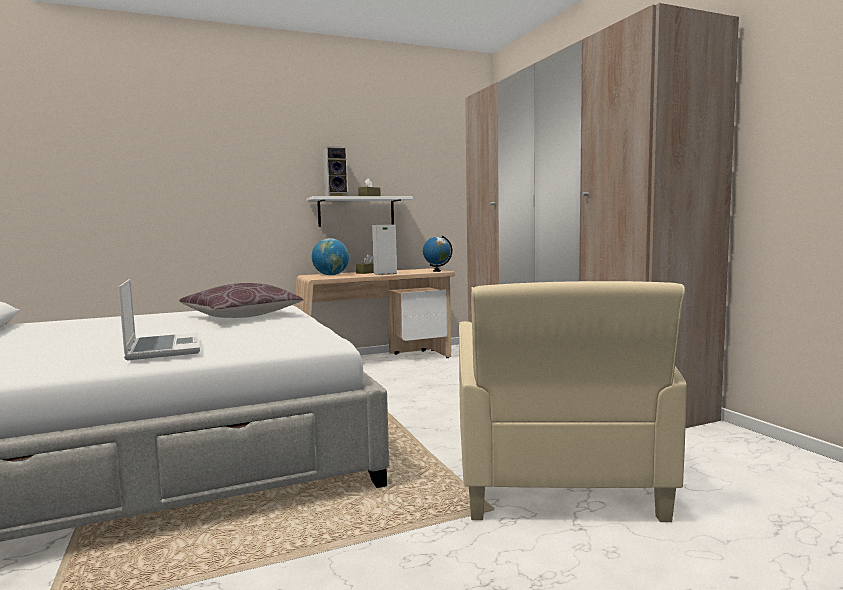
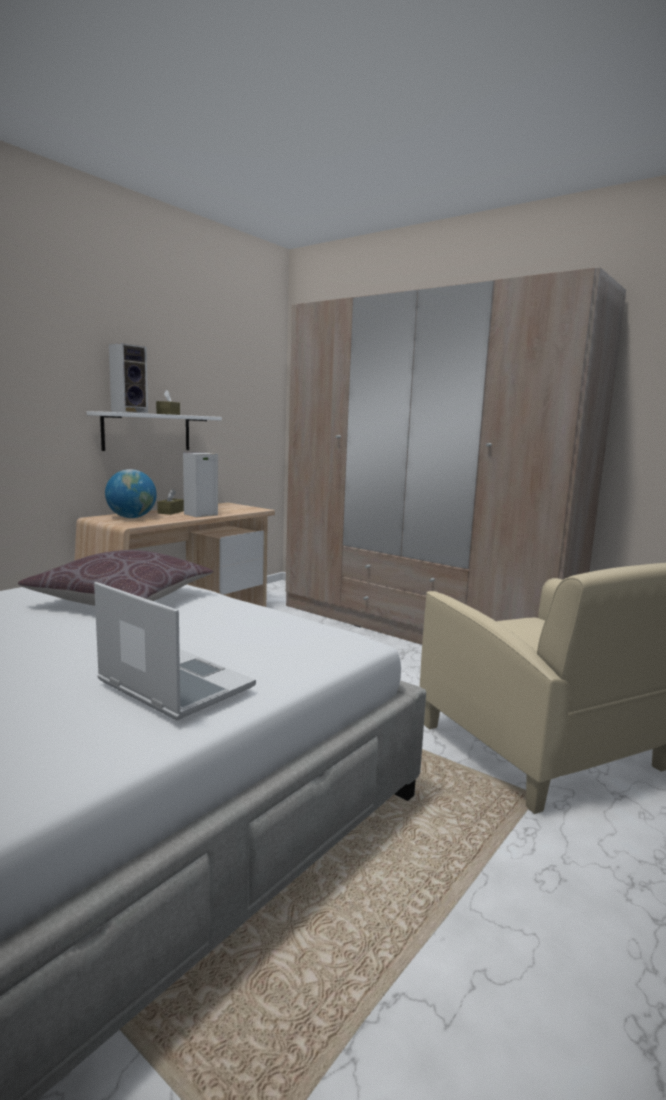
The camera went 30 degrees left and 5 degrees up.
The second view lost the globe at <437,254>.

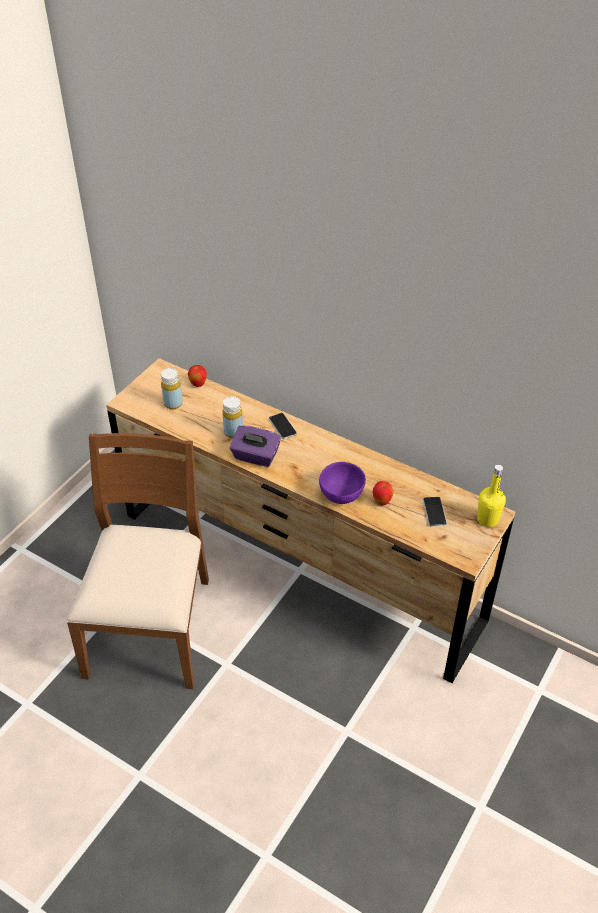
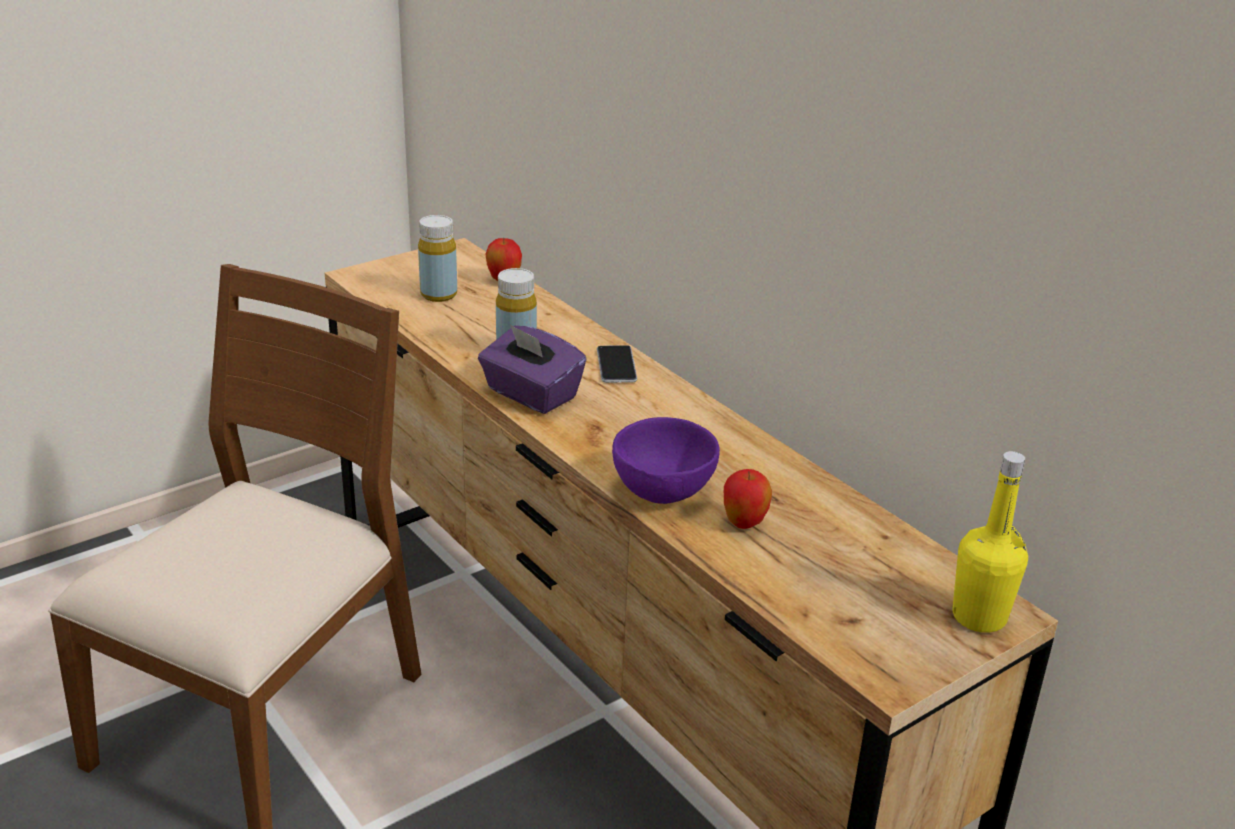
The camera went 20 degrees right and 15 degrees down.
The second view lost the phone at <435,511>.

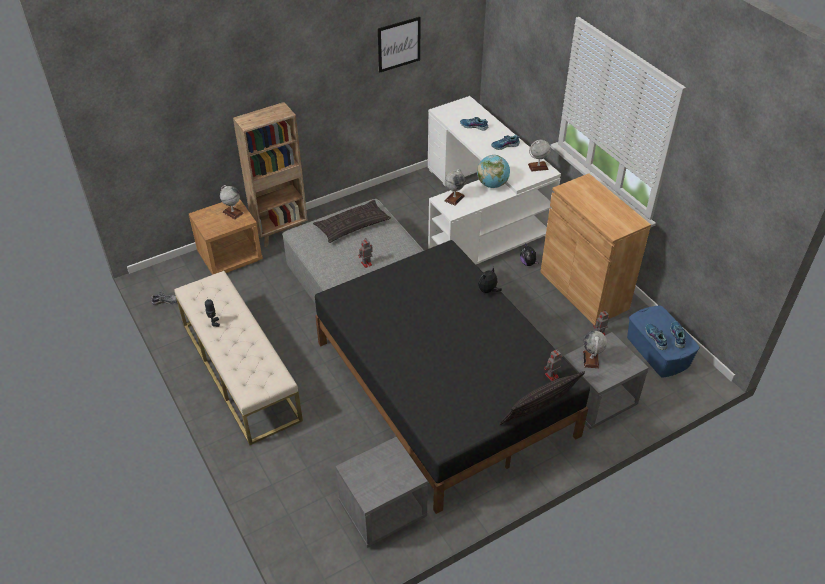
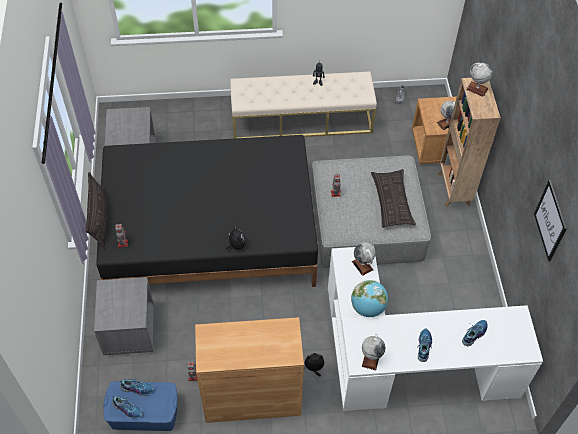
The camera went 115 degrees right and 10 degrees up.
The globe ended up elsewhere, having gone from <595,349> to <479,80>.

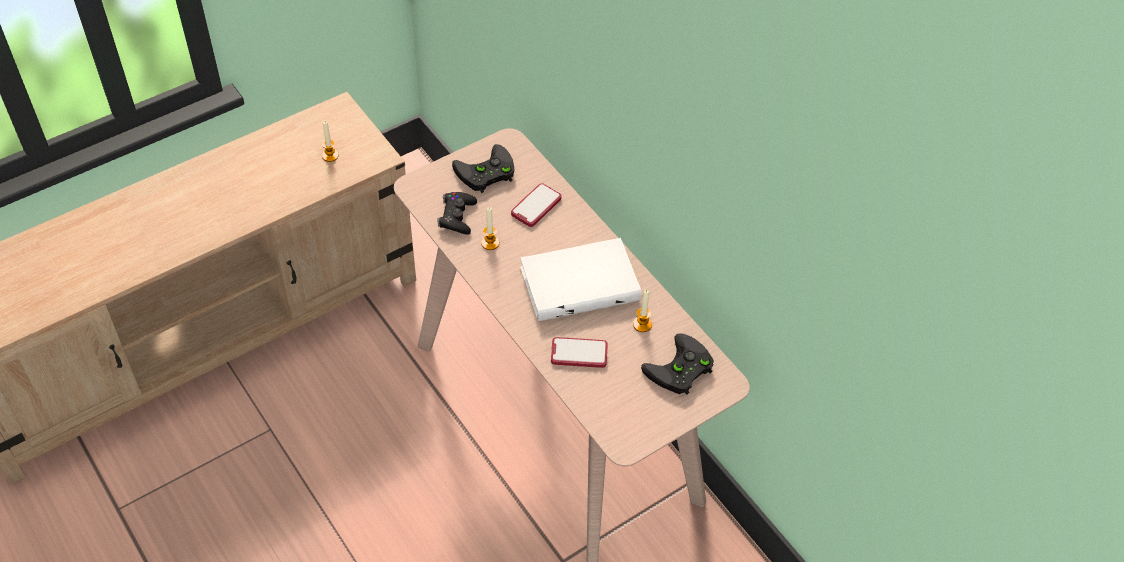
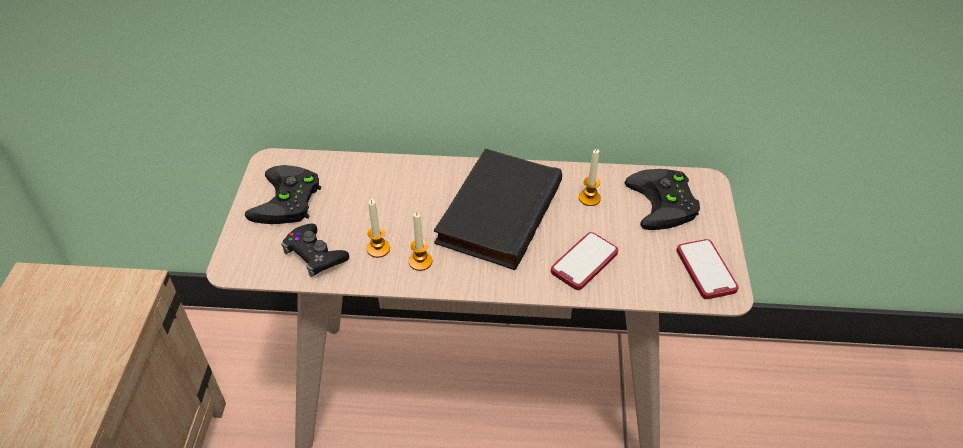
The camera went 50 degrees left and 5 degrees down.
The candle ended up elsewhere, having gone from <330,141> to <420,242>.
The phone ended up elsewhere, having gone from <536,205> to <708,269>.
What was the white_book at <580,279> turned into the black_book at <498,209>.

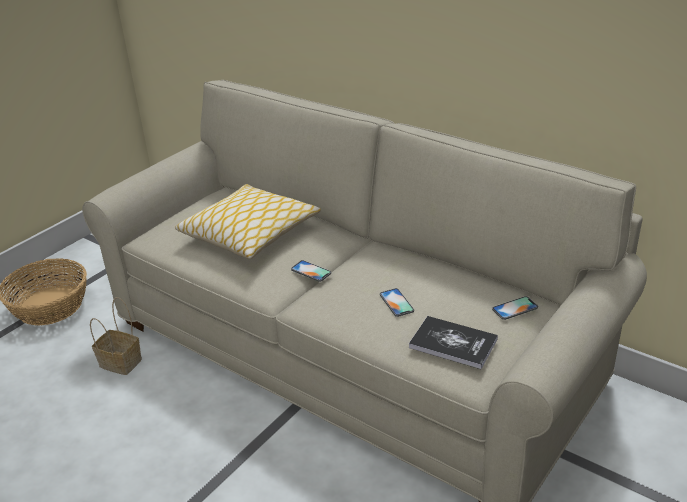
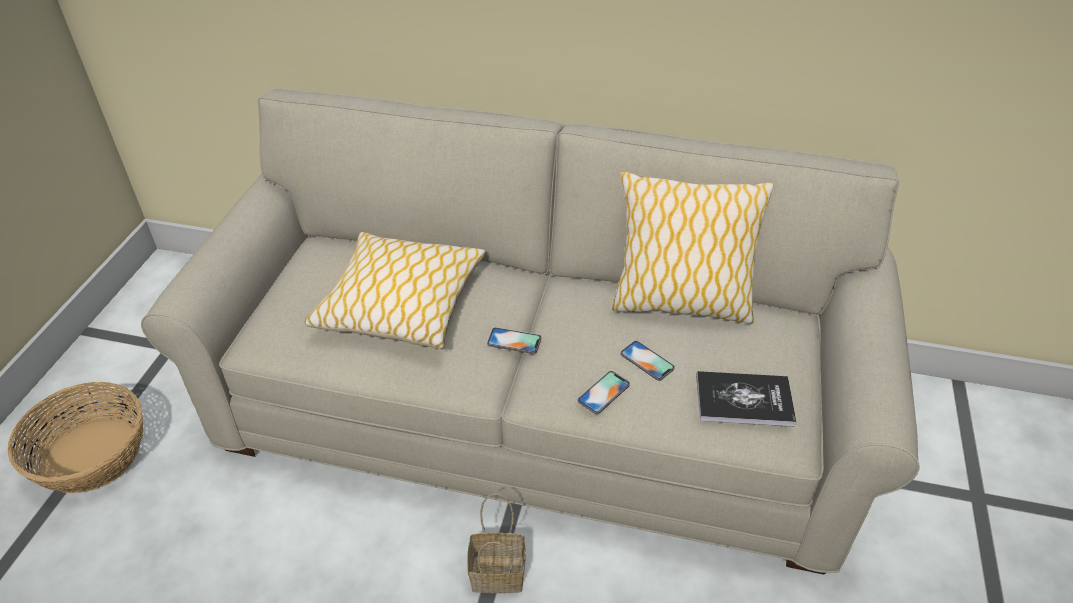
The camera went 25 degrees left and 10 degrees up.
The second view gained the pillow at <693,248>.
The basket ended up elsewhere, having gone from <116,336> to <496,543>.
The phone ended up elsewhere, having gone from <515,308> to <604,392>.

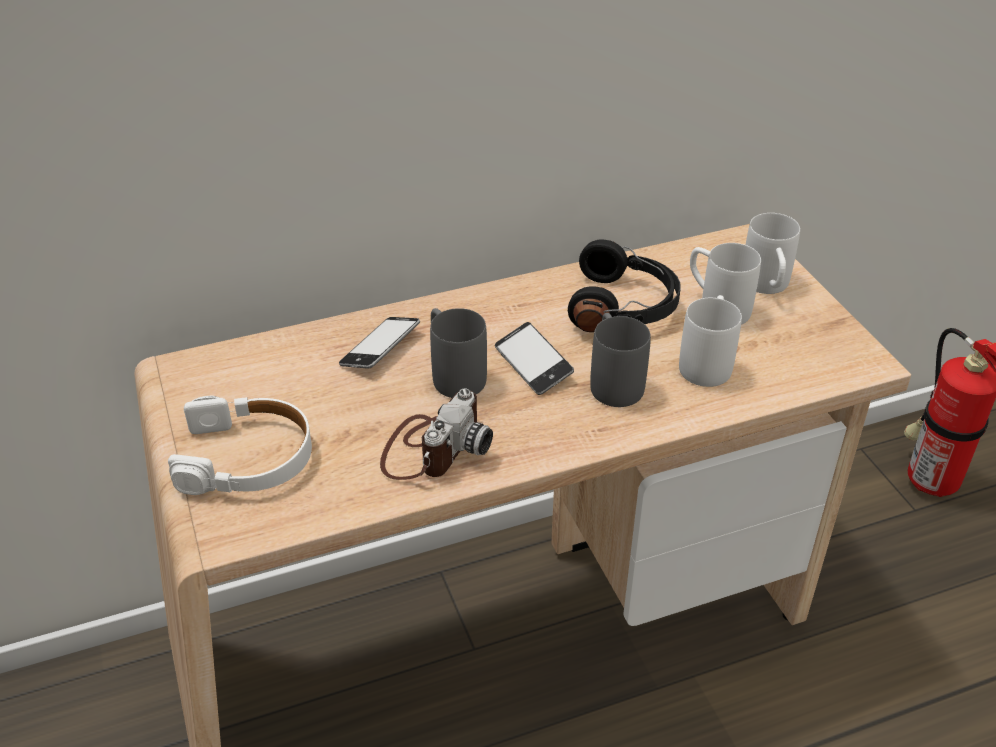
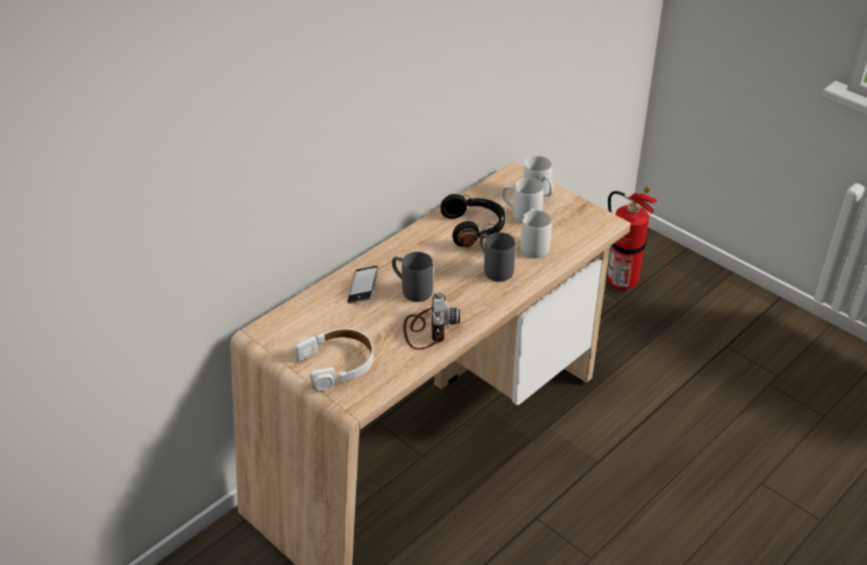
The camera went 25 degrees left and 0 degrees up.
The second view lost the phone at <534,358>.

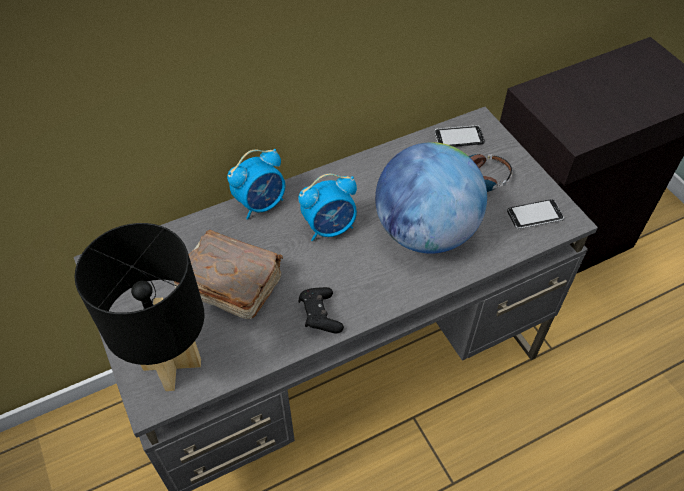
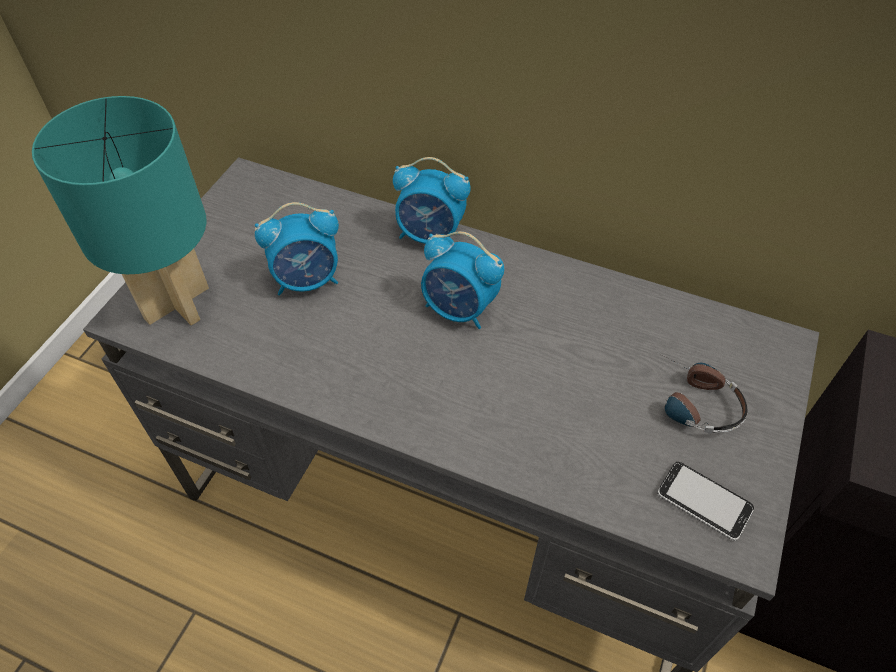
The camera went 50 degrees right and 0 degrees up.
The second view lost the black_game_controller at <321,310>.
The second view lost the globe at <431,198>.
The second view lost the phone at <459,136>.
Where the brown_book stood at <228,274>, the alarm_clock came to stand at <297,248>.
What was the black_table_lamp at <140,307> turned into the turquoise_table_lamp at <120,211>.

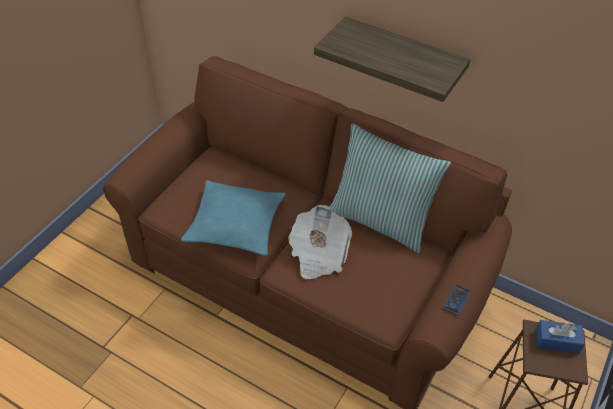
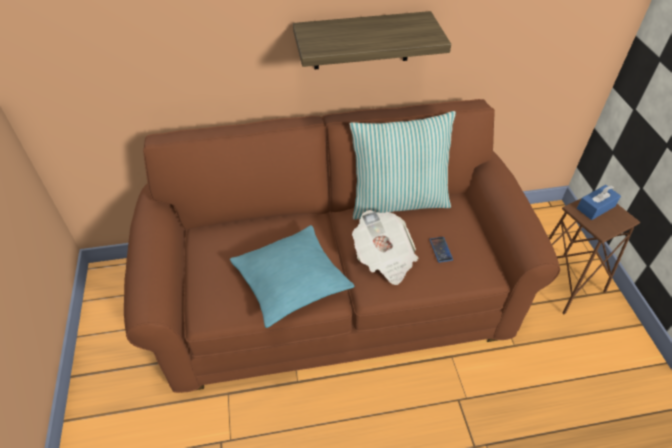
The camera went 40 degrees left and 0 degrees up.
The phone ended up elsewhere, having gone from <457,299> to <441,250>.

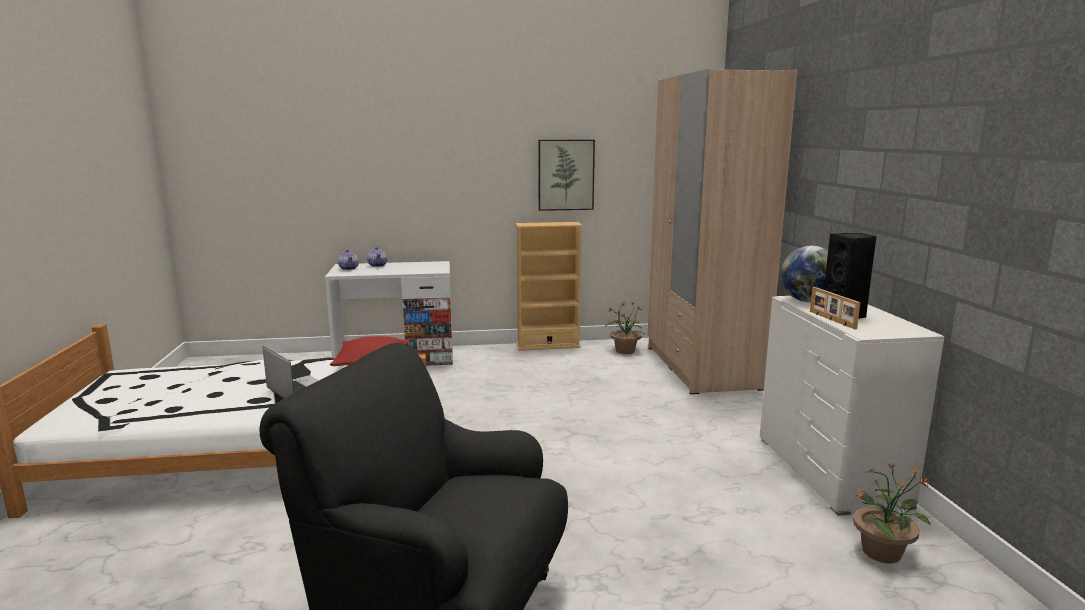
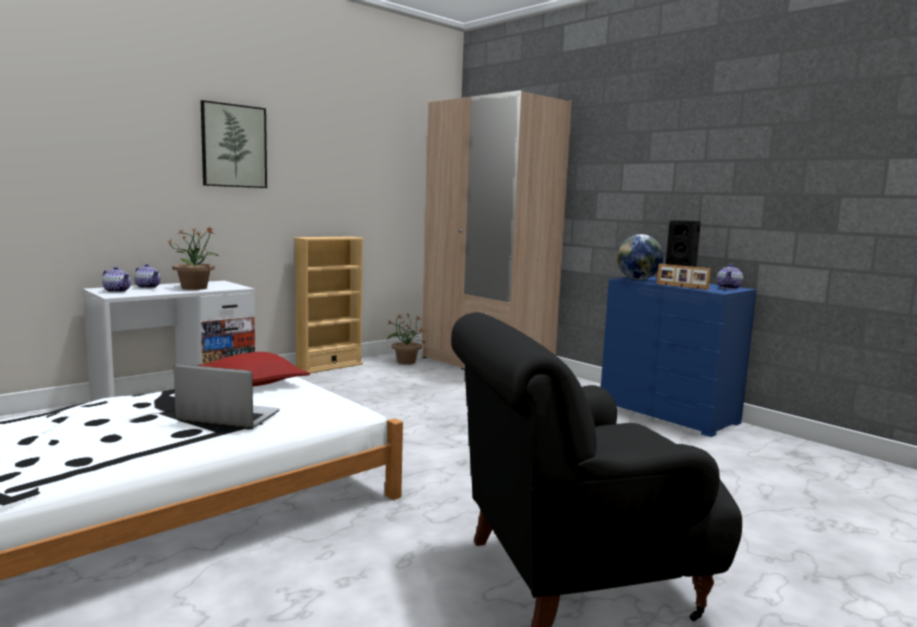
The camera went 35 degrees left and 5 degrees down.
The second view gained the teapot at <730,276>.
The picture ended up elsewhere, having gone from <566,175> to <234,144>.
The potted_plant ended up elsewhere, having gone from <892,513> to <191,258>.
What was the white_dresser at <852,406> turned into the blue_dresser at <679,357>.

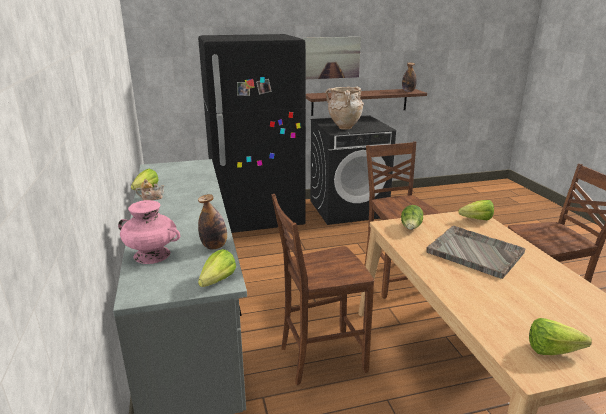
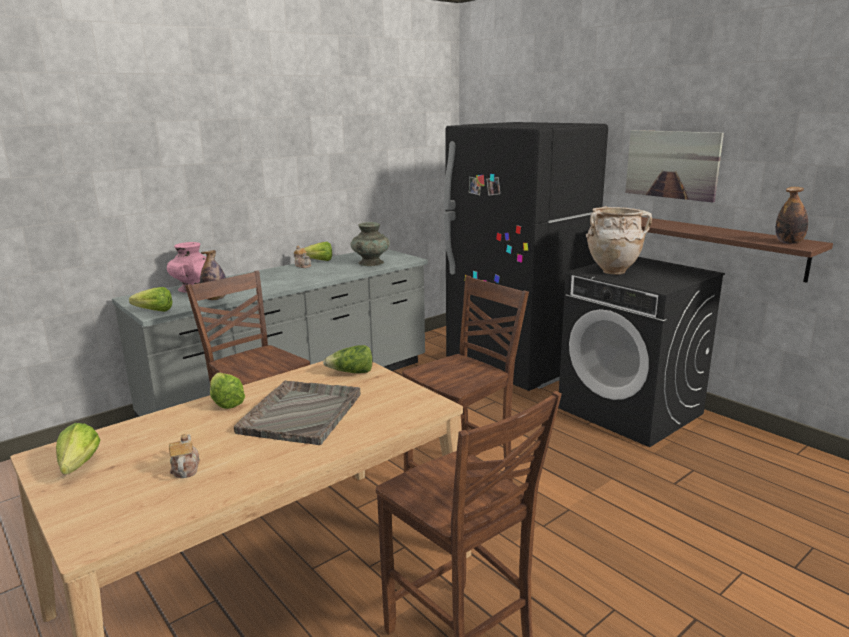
The camera went 65 degrees right and 5 degrees down.
The second view gained the teapot at <184,456>.
The second view gained the turquoise_vase at <370,244>.
The lettuce ended up elsewhere, having gone from <476,210> to <227,391>.

